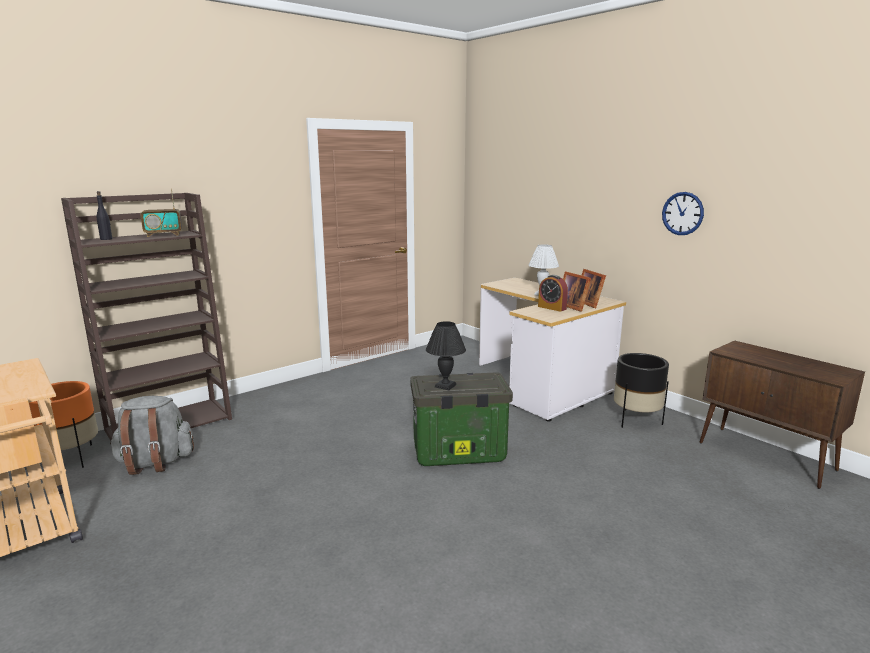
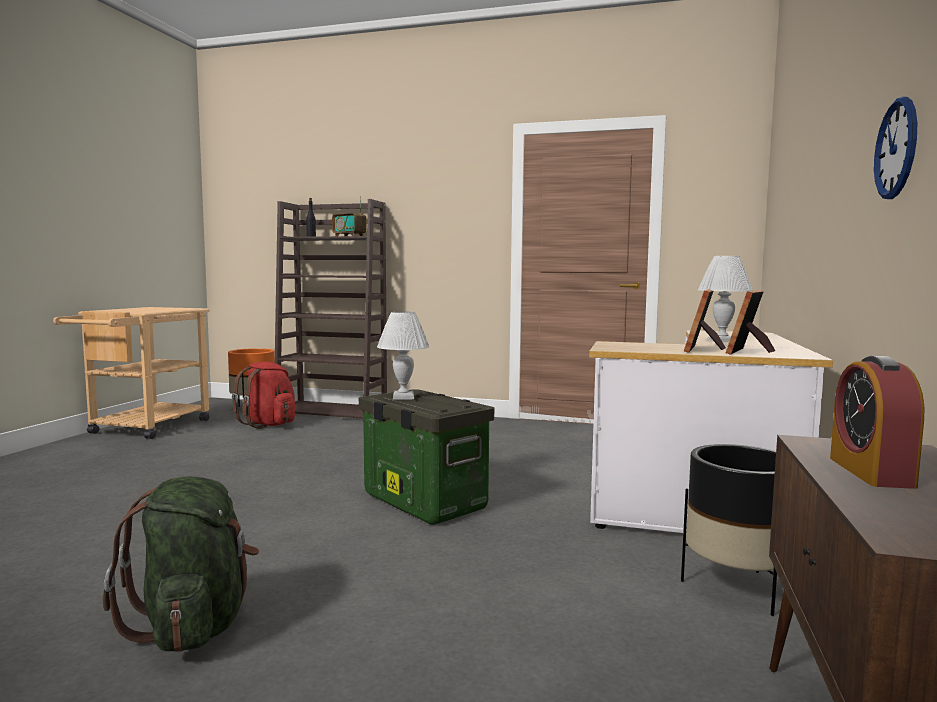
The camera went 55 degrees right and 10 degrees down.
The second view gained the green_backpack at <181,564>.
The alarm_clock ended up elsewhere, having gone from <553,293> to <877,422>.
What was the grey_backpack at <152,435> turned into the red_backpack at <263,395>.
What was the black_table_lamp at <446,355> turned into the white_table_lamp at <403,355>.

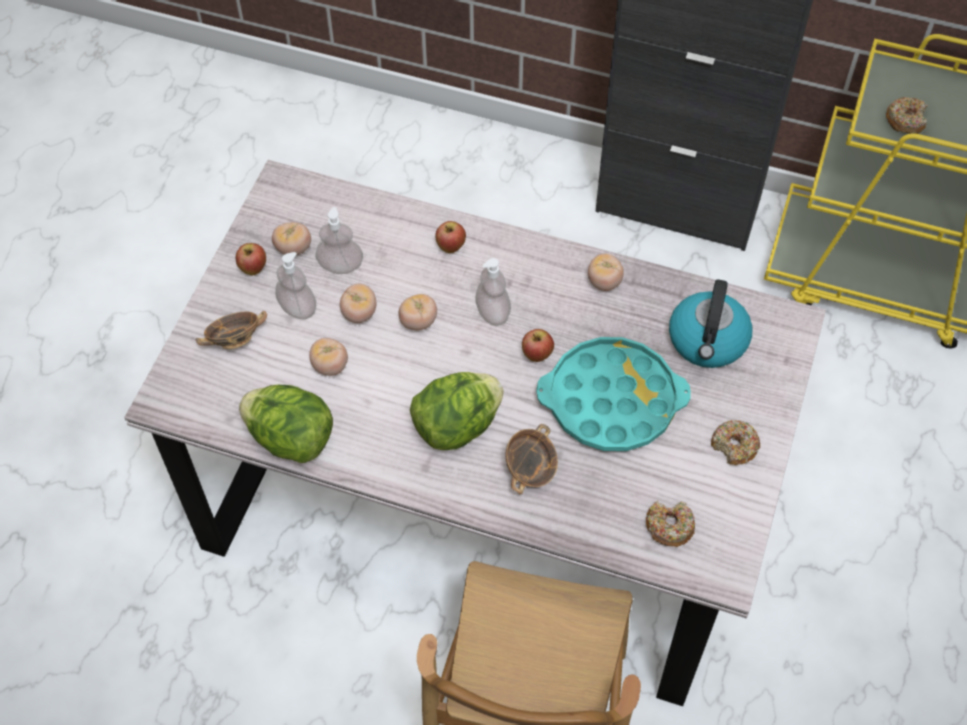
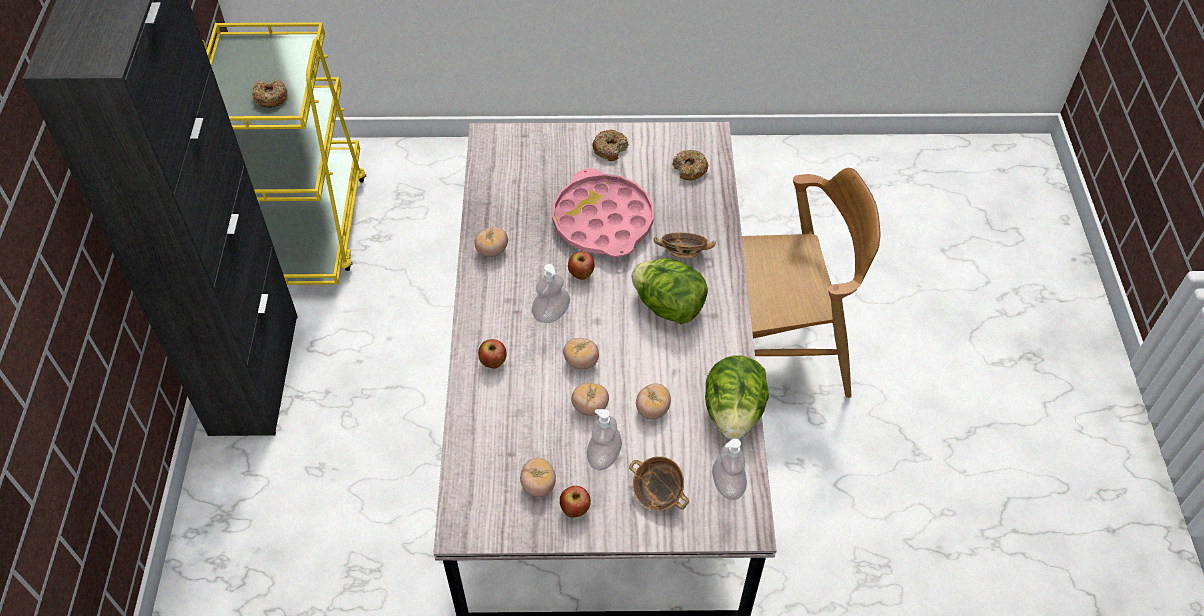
The camera went 110 degrees left and 5 degrees down.
The second view lost the kettle at <710,323>.
The soap_dispenser ended up elsewhere, having gone from <339,240> to <729,469>.
What was the turquoise_tray at <613,394> turned into the pink_tray at <603,213>.

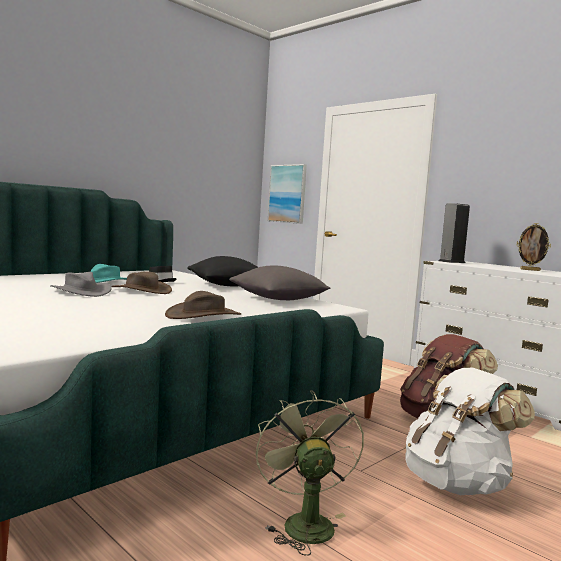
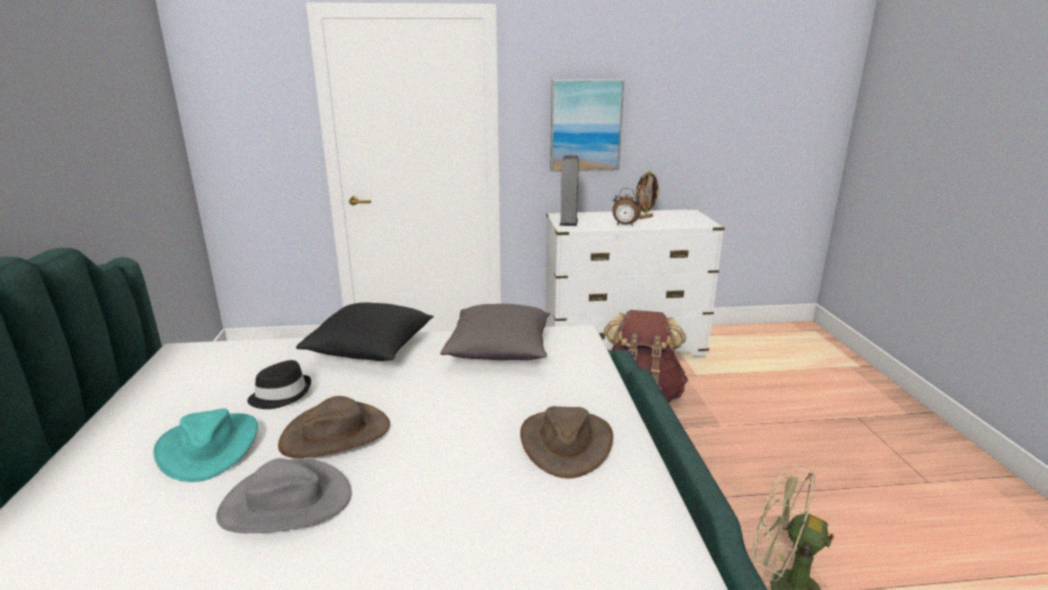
The camera went 50 degrees left and 15 degrees up.
The second view lost the white_backpack at <470,431>.
The second view gained the alarm_clock at <626,207>.
The picture ended up elsewhere, having gone from <287,194> to <587,125>.

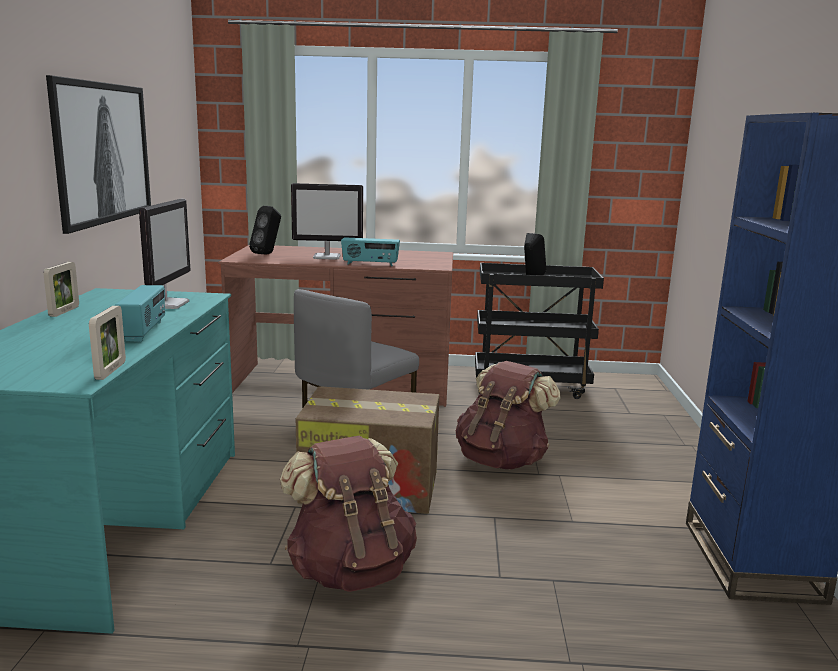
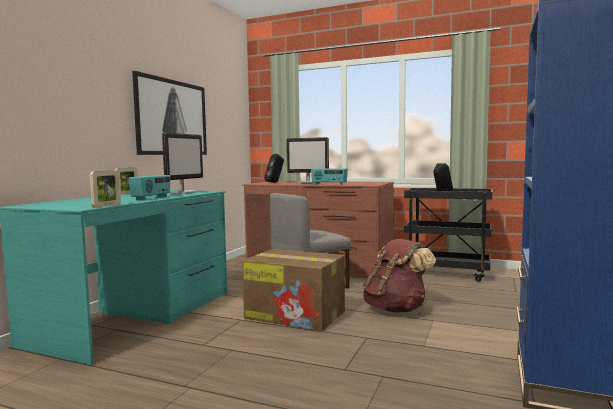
The camera went 20 degrees right and 10 degrees down.
The second view lost the brown_backpack at <348,513>.

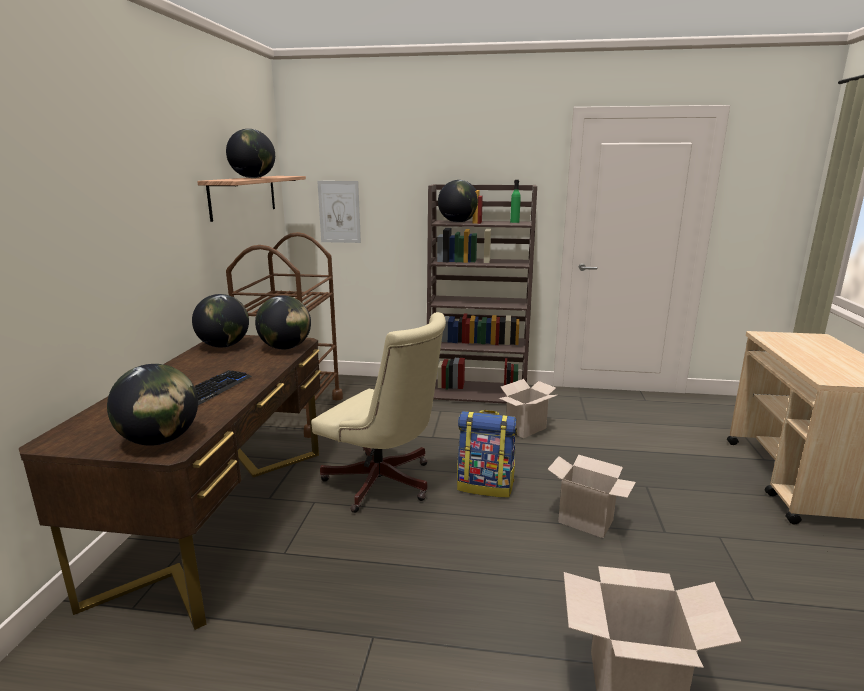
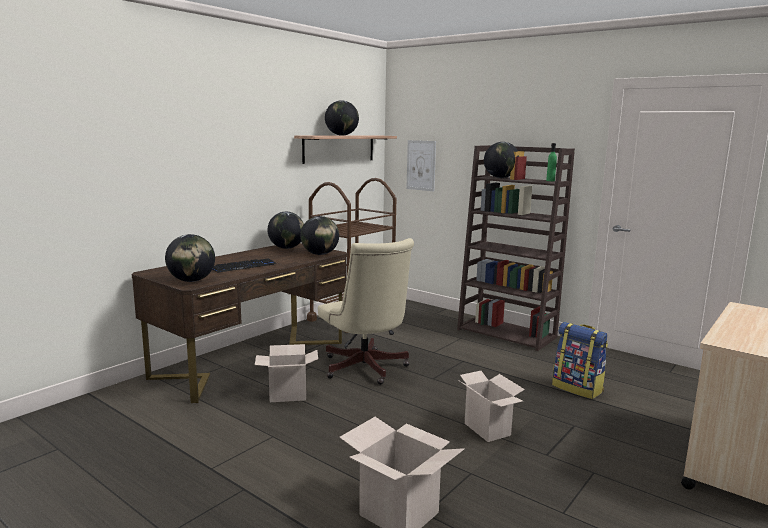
The camera went 30 degrees right and 5 degrees down.
The backpack ended up elsewhere, having gone from <487,454> to <580,360>.
The cardboard_box ended up elsewhere, having gone from <528,408> to <286,373>.

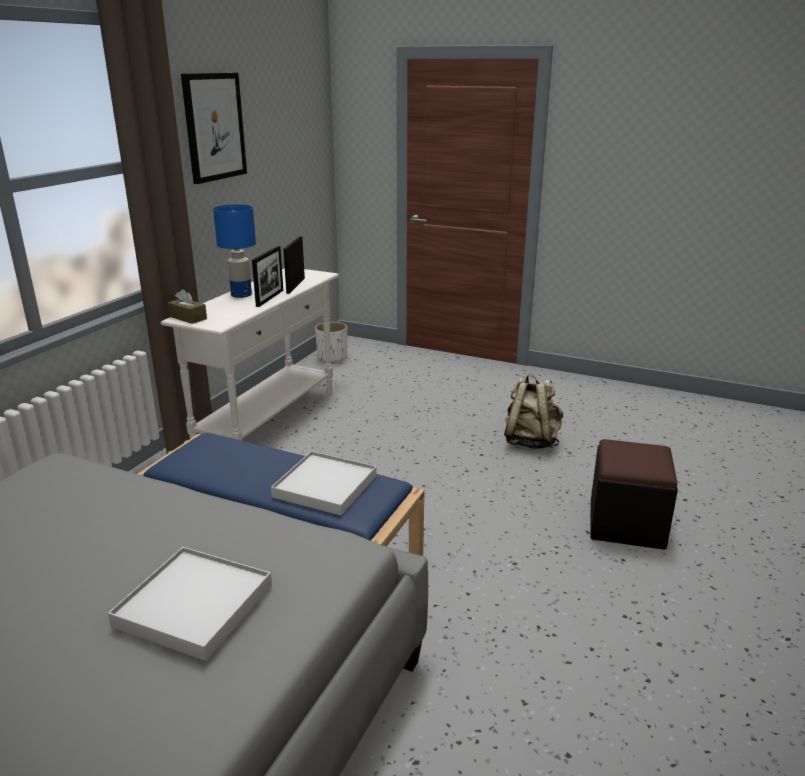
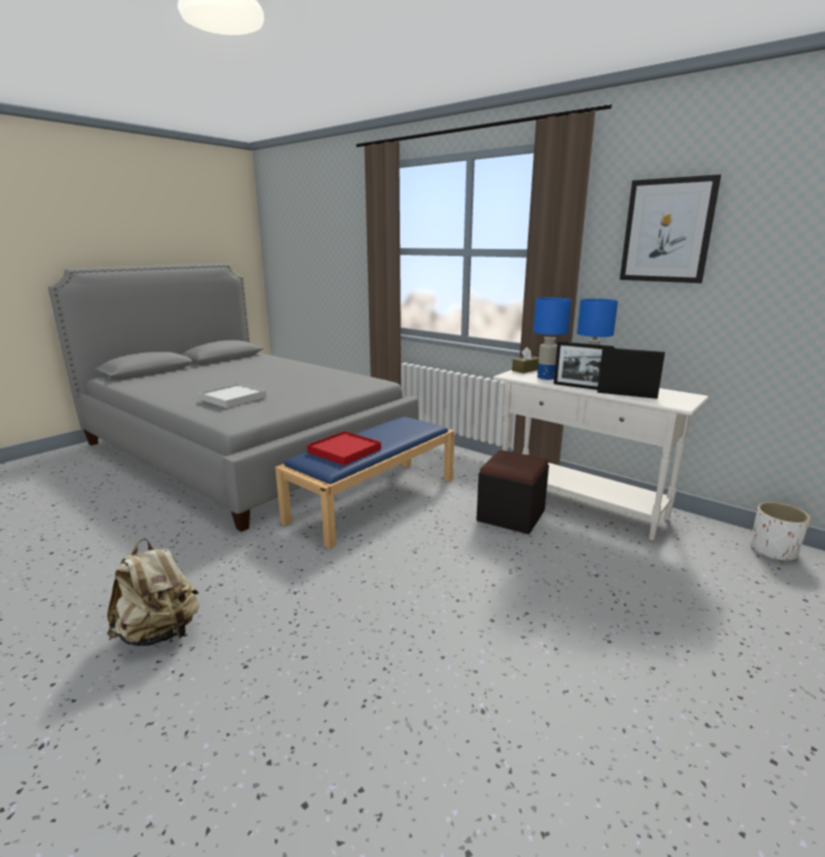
The camera went 105 degrees right and 5 degrees down.
The second view gained the blue_table_lamp at <552,338>.
The beige_backpack ended up elsewhere, having gone from <533,411> to <153,592>.
The black_ottoman ended up elsewhere, having gone from <634,494> to <512,492>.
What was the white_tray at <324,483> turned into the red_tray at <344,448>.

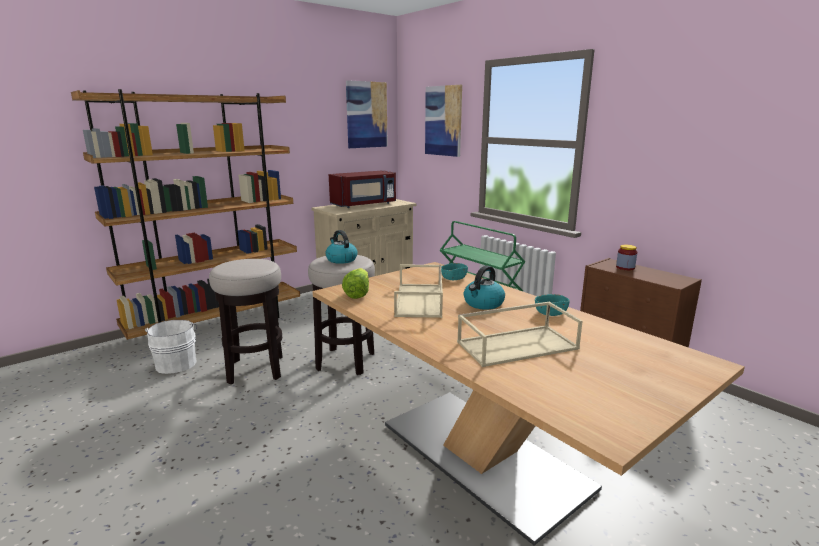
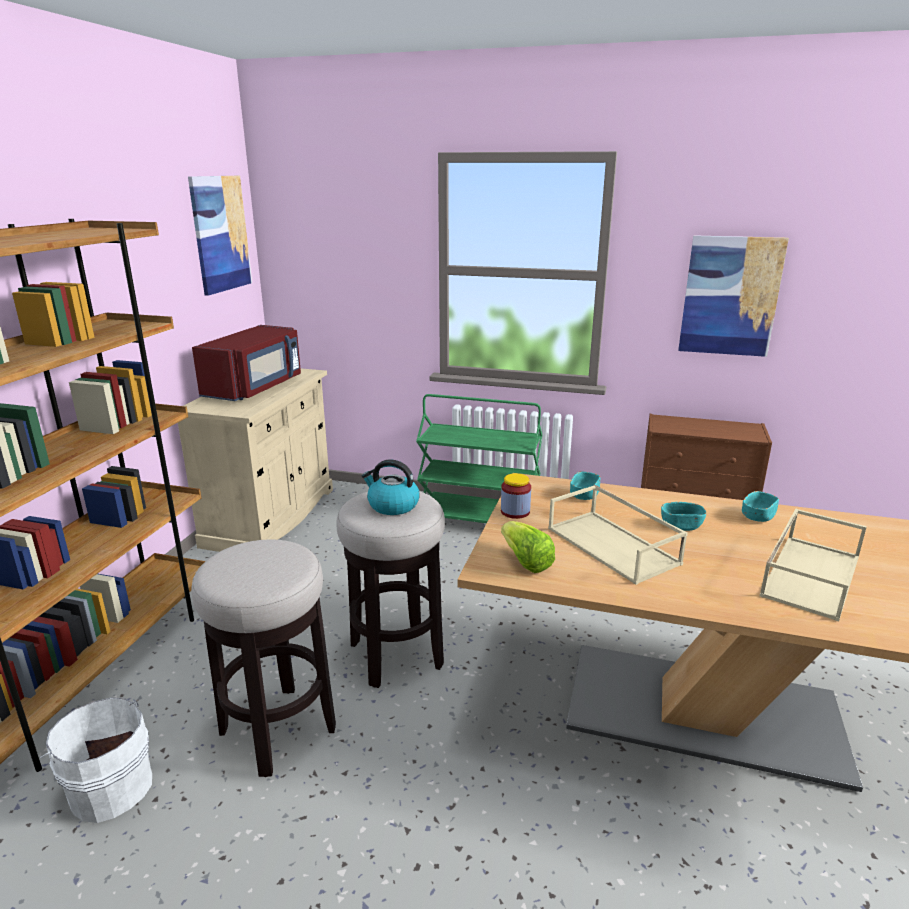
The camera went 35 degrees left and 5 degrees up.
The picture ended up elsewhere, having gone from <443,121> to <733,296>.
The jar ended up elsewhere, having gone from <626,257> to <516,496>.
Where the kettle stood at <484,287>, the turquoise_bowl came to stand at <684,516>.

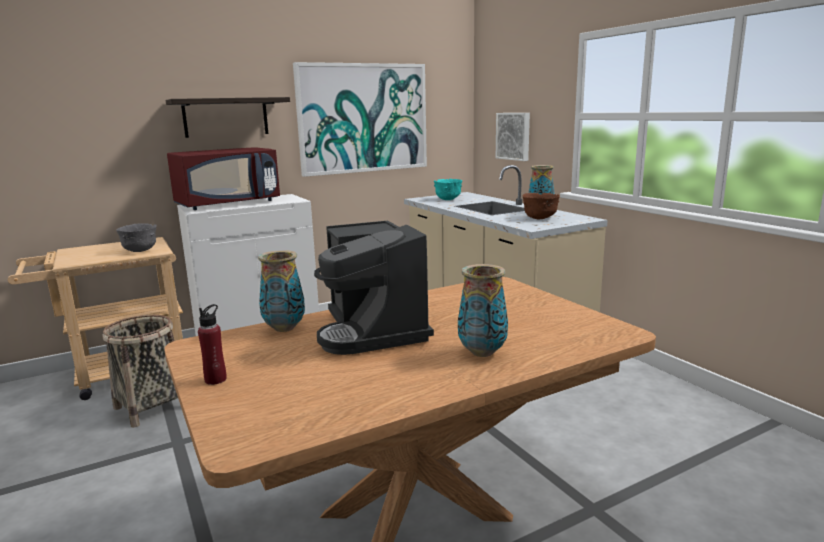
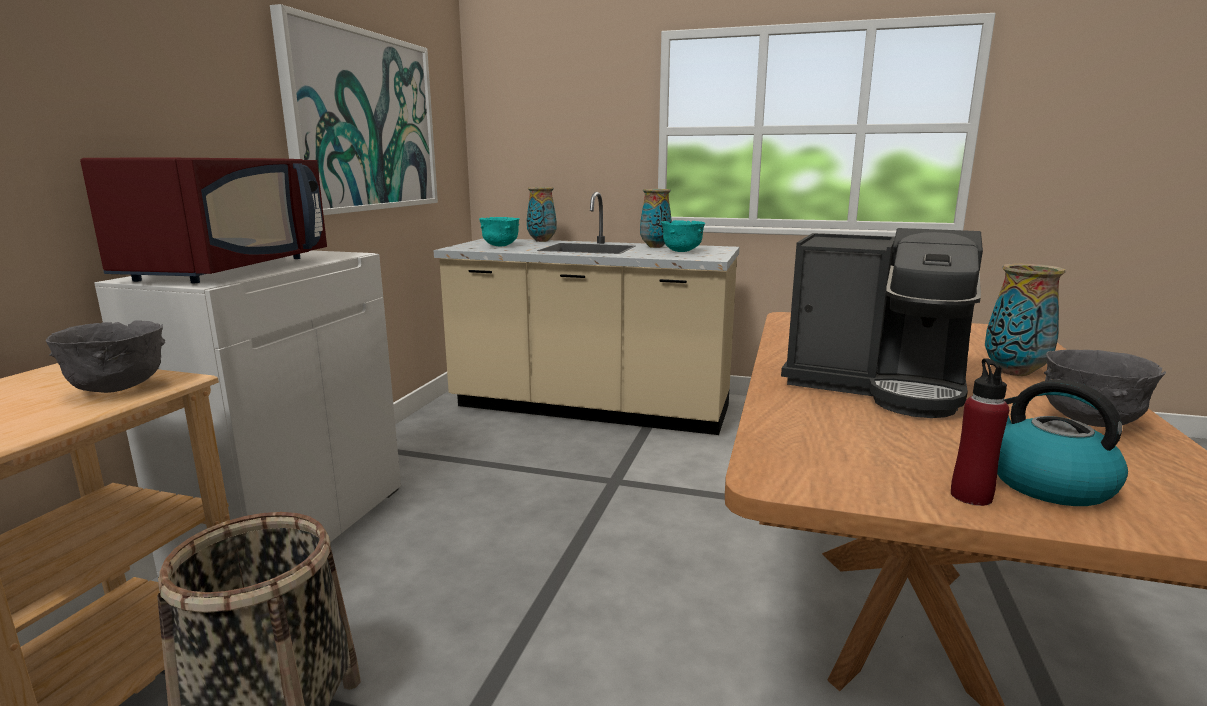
The camera went 45 degrees left and 0 degrees up.
The second view lost the shelf at <228,117>.
The second view lost the picture at <513,137>.
The second view gained the kettle at <1062,443>.
The second view gained the grey_bowl at <1105,388>.
The vase ended up elsewhere, having gone from <281,291> to <542,214>.
What was the brown_bowl at <541,206> turned into the turquoise_bowl at <683,236>.

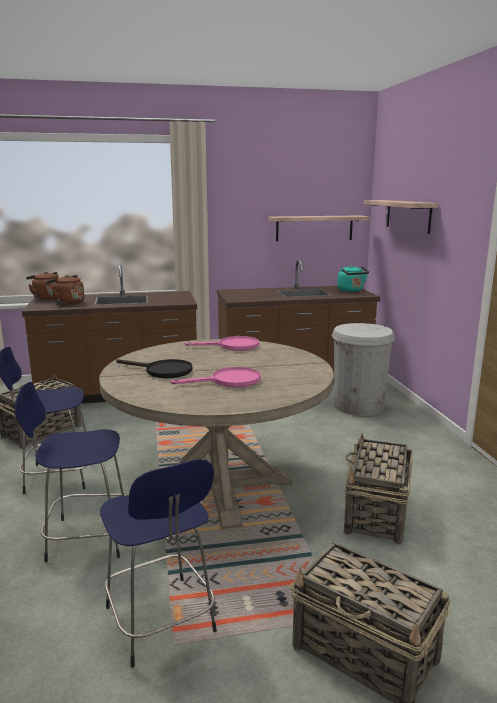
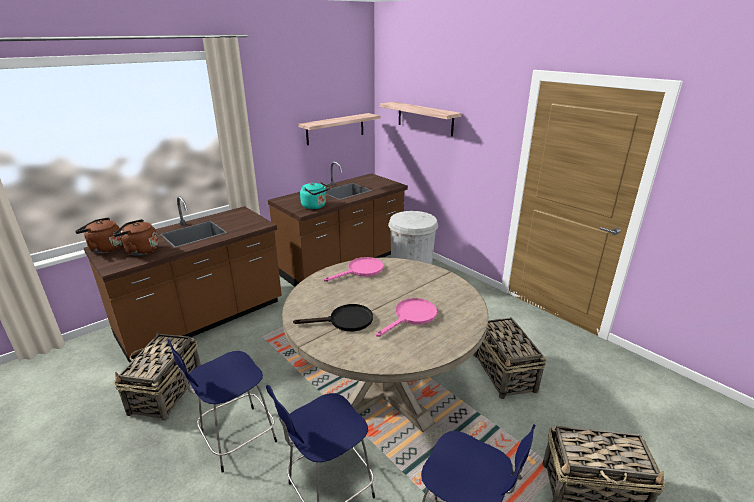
The camera went 30 degrees left and 10 degrees up.
The turquoise_kettle ended up elsewhere, having gone from <353,278> to <315,195>.

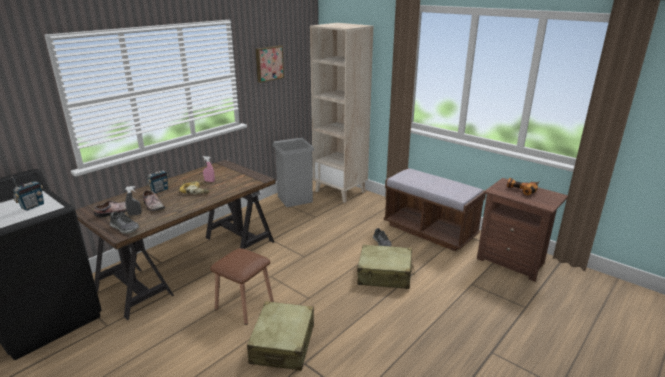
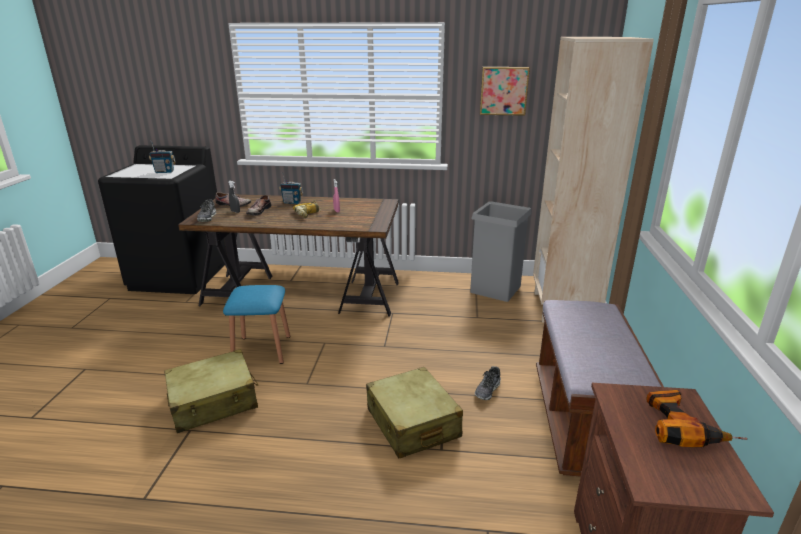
The camera went 55 degrees right and 0 degrees up.
What was the brown_stool at <242,286> turned into the blue_stool at <256,324>.

